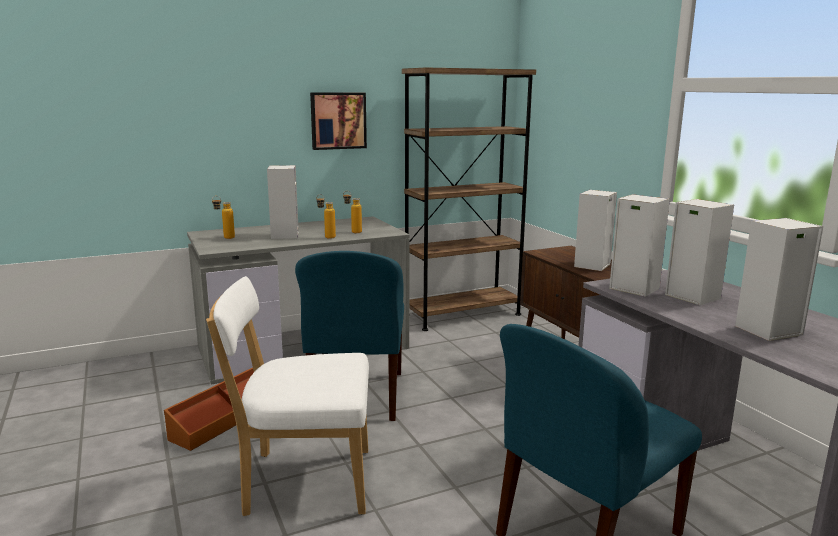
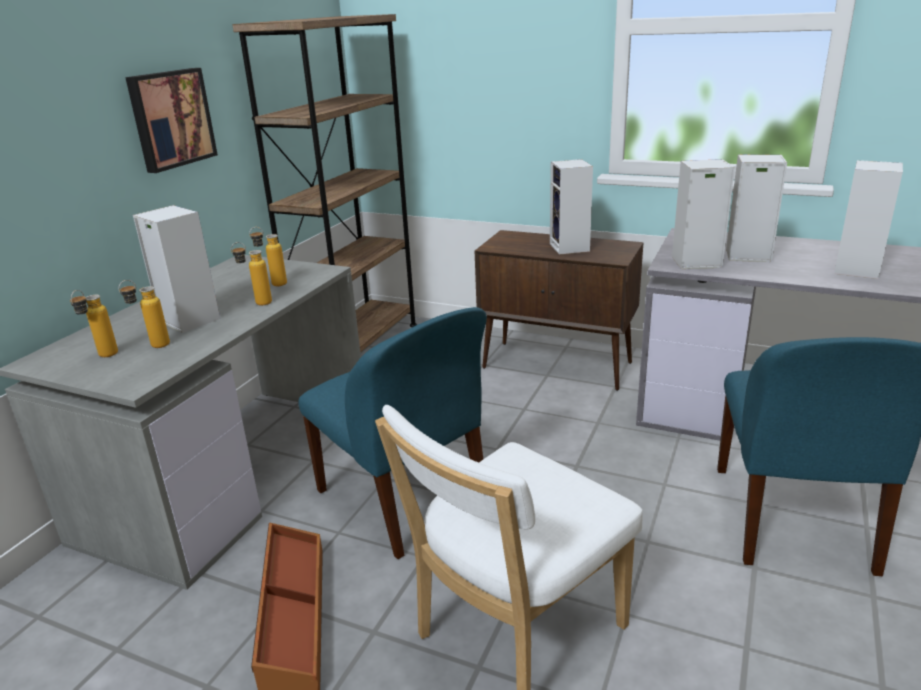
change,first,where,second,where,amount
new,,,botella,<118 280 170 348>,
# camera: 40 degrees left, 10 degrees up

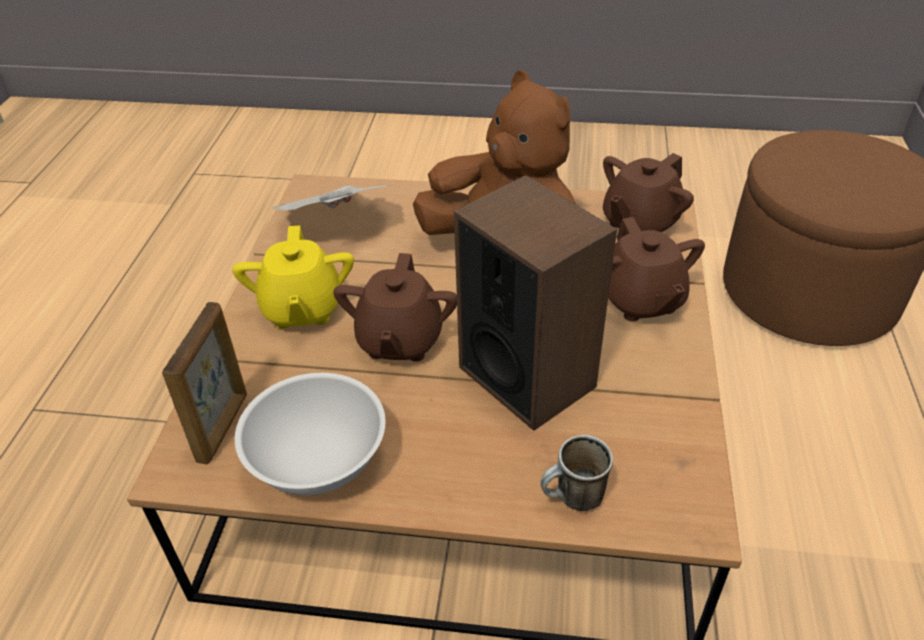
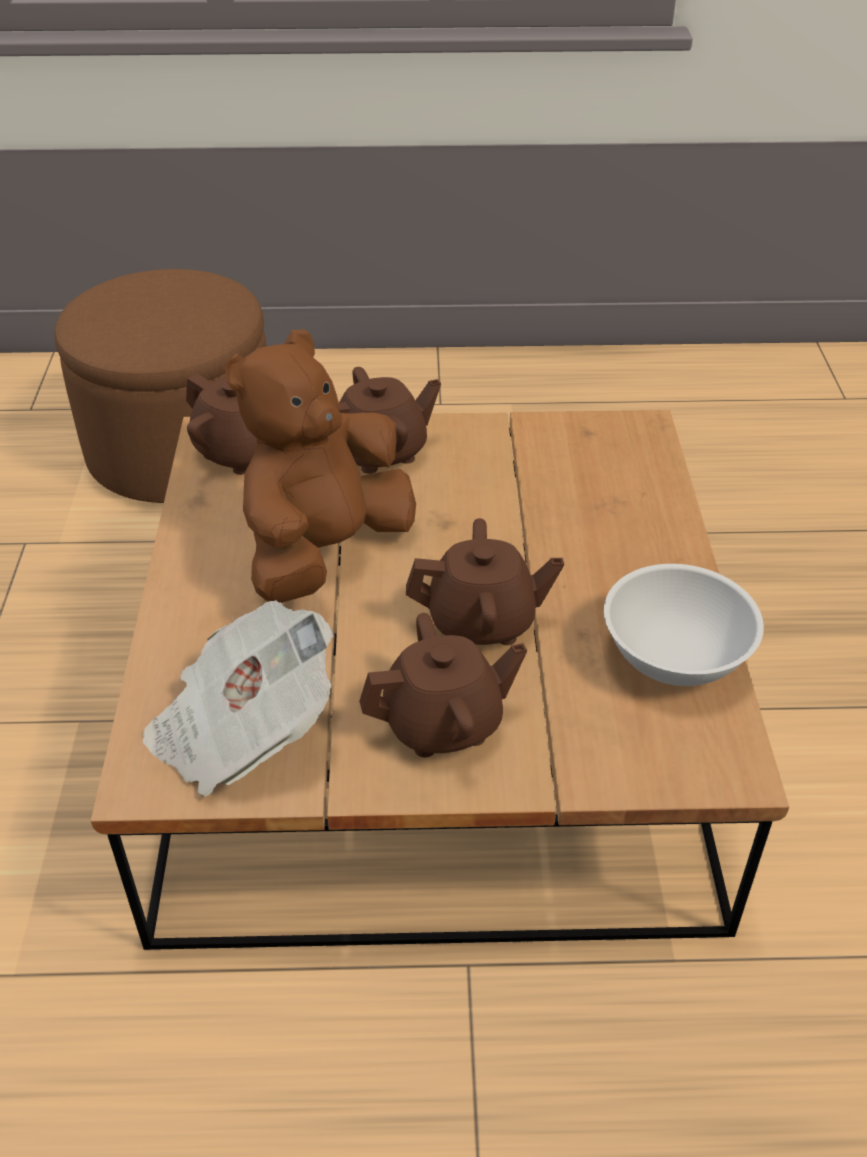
change,first,where,second,where,amount
gone,portarretratos,<162 302 247 465>,,,
gone,altavoz,<454 175 617 431>,,,
gone,taza grande,<540 435 613 511>,,,
repainted,tetera/amarillo,<232 225 354 329>,tetera/marrón,<359 613 527 758>,
# camera: 100 degrees left, 0 degrees up

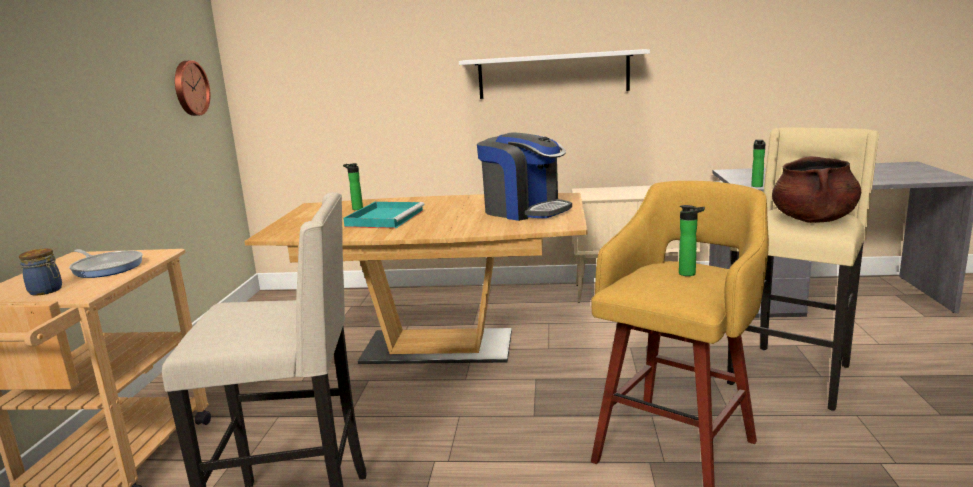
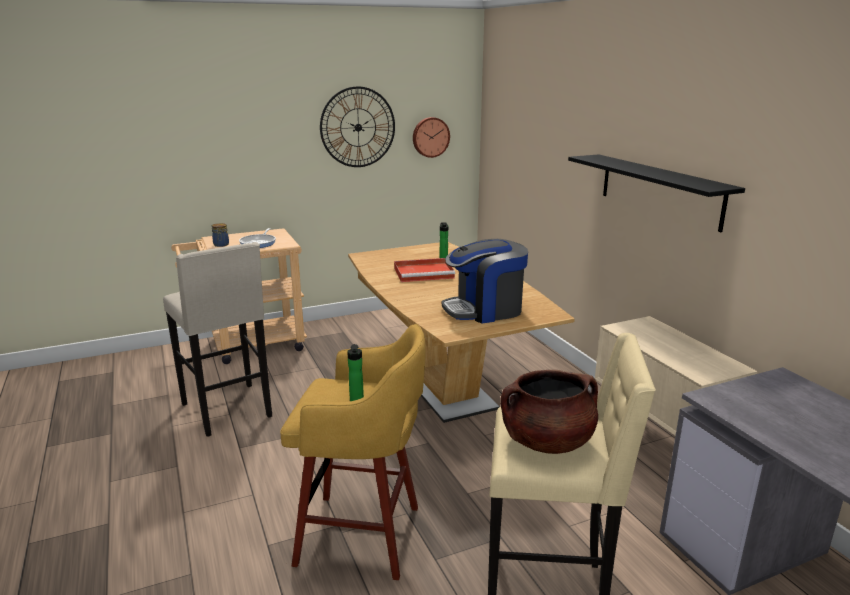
change,first,where,second,where,amount
gone,botella,<751 140 765 187>,,,
new,,,reloj de pared,<320 86 395 167>,
repainted,bandeja/turquesa,<343 202 424 229>,bandeja/rojo,<394 258 455 282>,
repainted,estante/blanco,<459 49 650 99>,estante/negro,<568 154 745 232>,
rotated,cafetera,<477 132 572 221>,,<442 239 528 323>,60 degrees clockwise
# camera: 60 degrees right, 5 degrees up

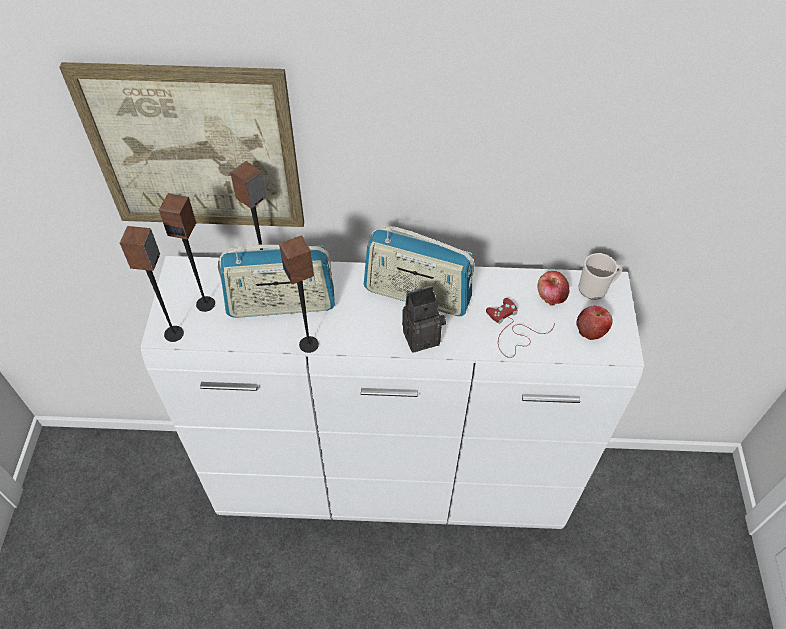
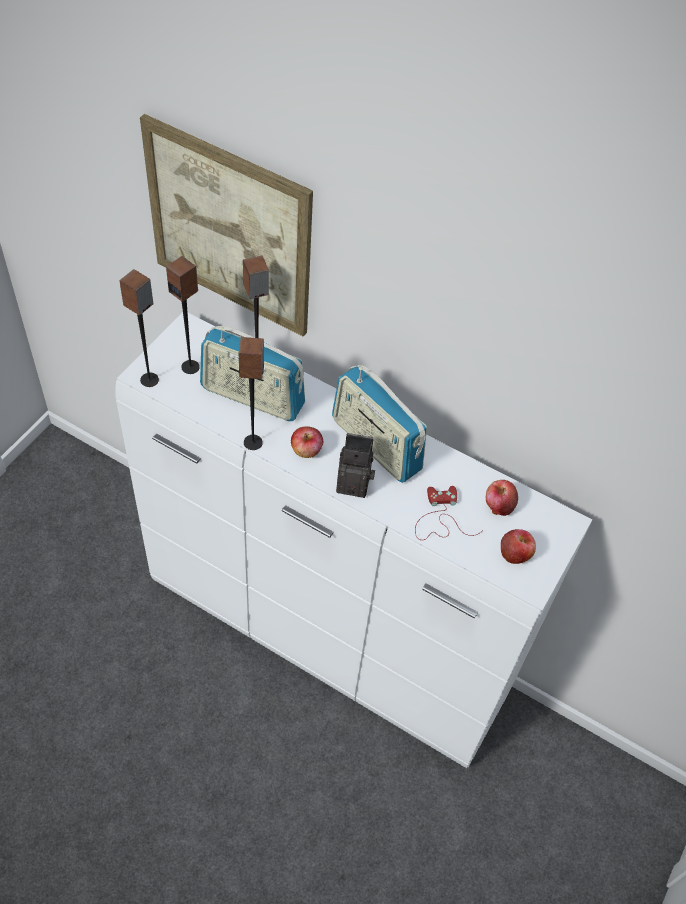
change,first,where,second,where,amount
gone,taza grande,<579 253 623 300>,,,
new,,,manzana,<291 426 323 458>,
# camera: 25 degrees right, 0 degrees up

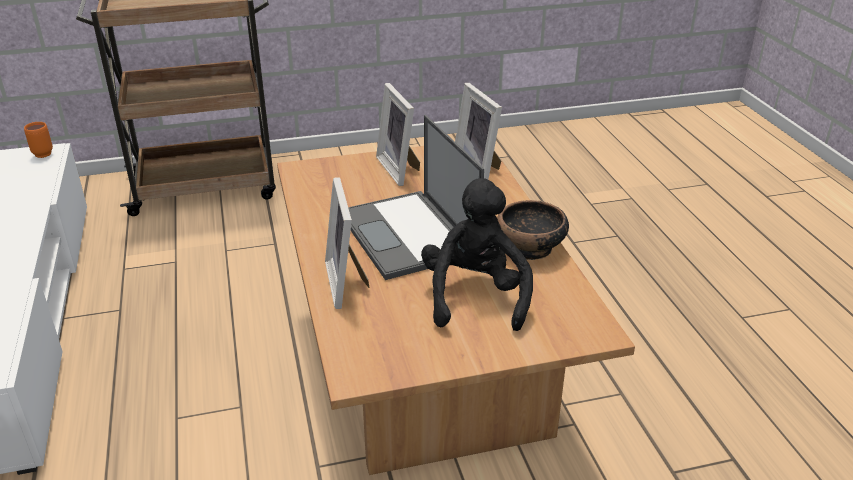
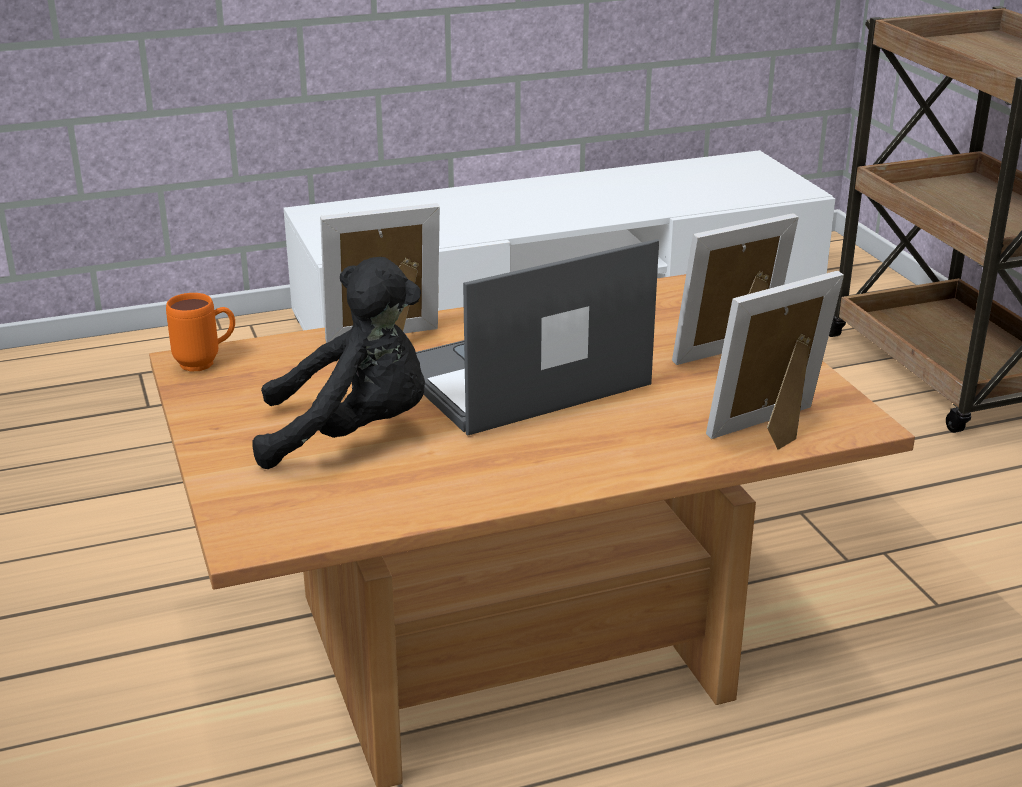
change,first,where,second,where,amount
gone,cuenco,<497 200 569 260>,,,
shifted,taza grande/naranja,<24 122 53 158>,,<166 293 235 372>,
# camera: 85 degrees right, 5 degrees down

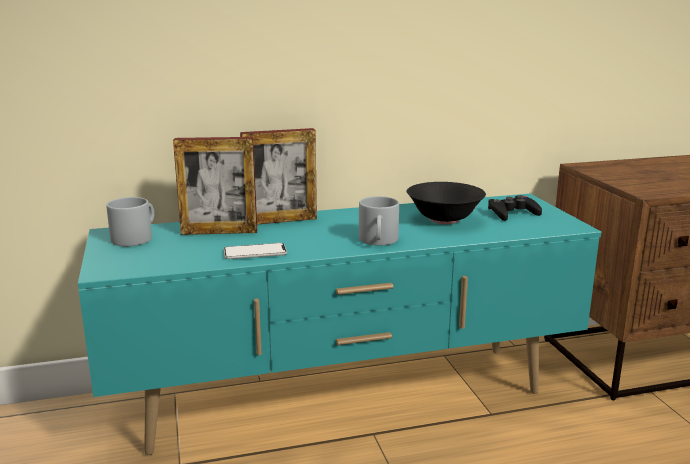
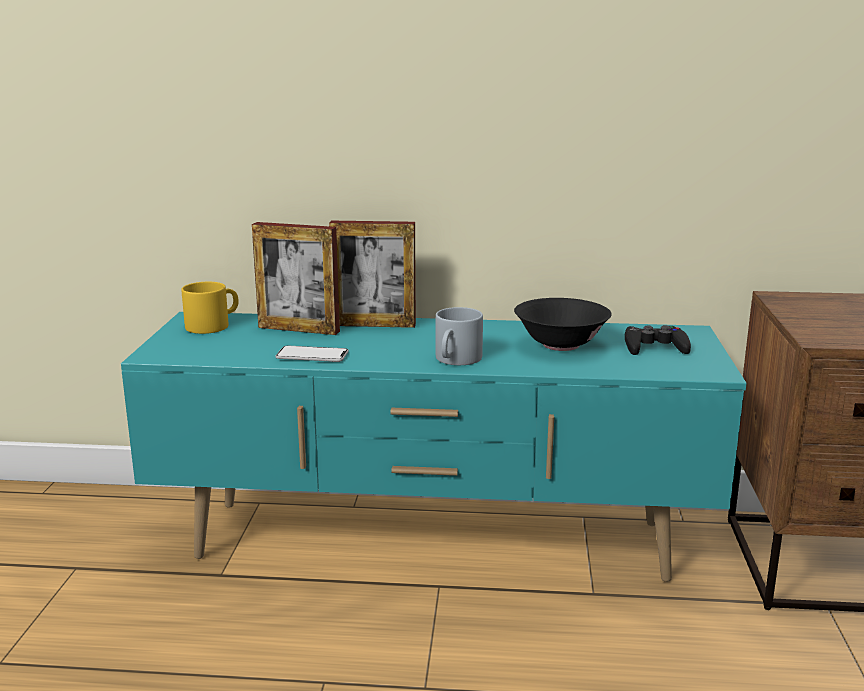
change,first,where,second,where,amount
repainted,taza grande/gris,<106 197 154 246>,taza grande/amarillo,<181 282 239 334>,
# camera: 20 degrees right, 0 degrees up

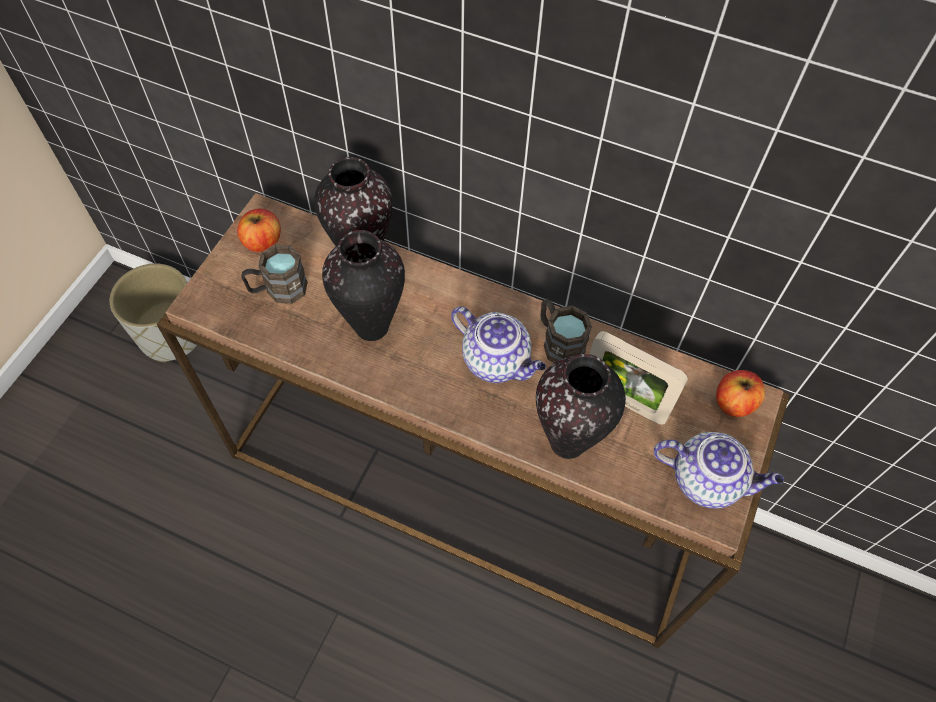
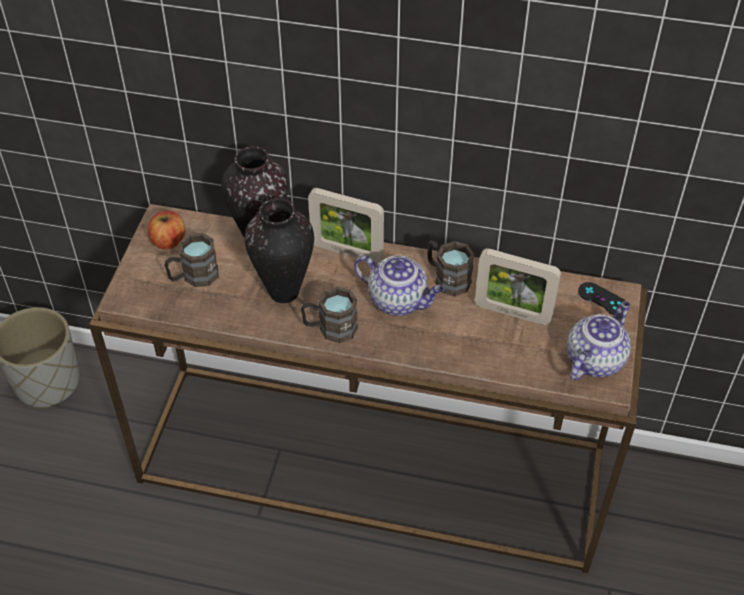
change,first,where,second,where,amount
gone,florero,<536 354 626 459>,,,
new,,,taza grande/marrón,<301 286 358 343>,
new,,,portarretratos,<308 188 384 263>,
swapped,manzana,<716 370 765 417>,mando de consola/negro,<578 282 626 315>,
rotated,tetera,<654 432 784 509>,,<567 301 631 381>,60 degrees counterclockwise
# camera: 10 degrees left, 10 degrees down

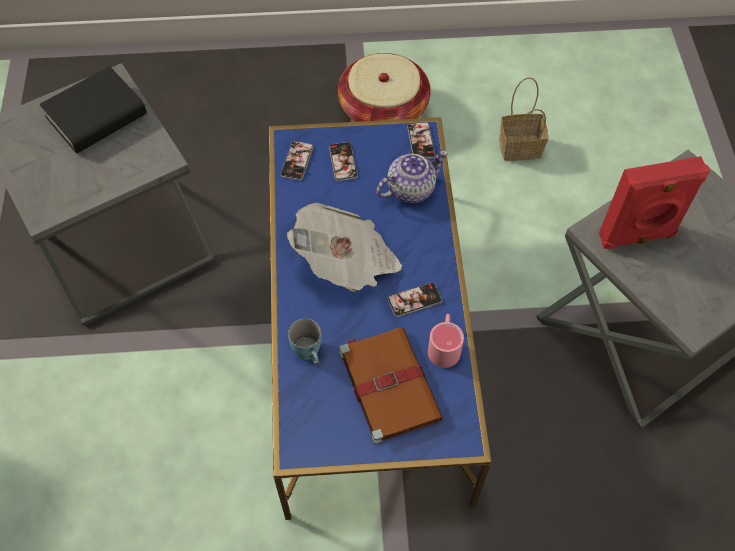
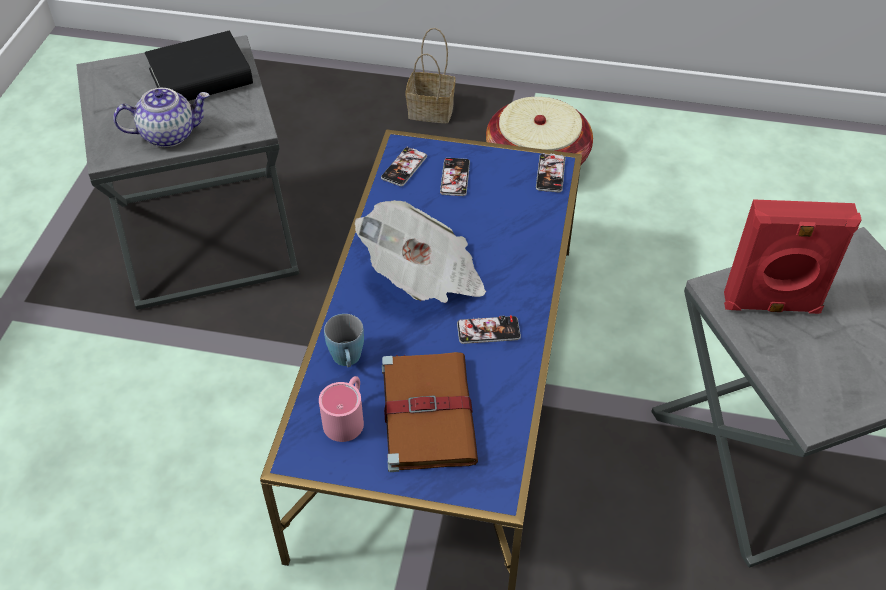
change,first,where,second,where,amount
shifted,tetera,<376 150 448 203>,,<113 88 209 147>,
shifted,taza grande/rosa,<428 314 464 368>,,<319 376 364 442>,
shifted,cesta,<499 77 549 161>,,<406 28 455 123>,
# camera: 15 degrees right, 10 degrees down

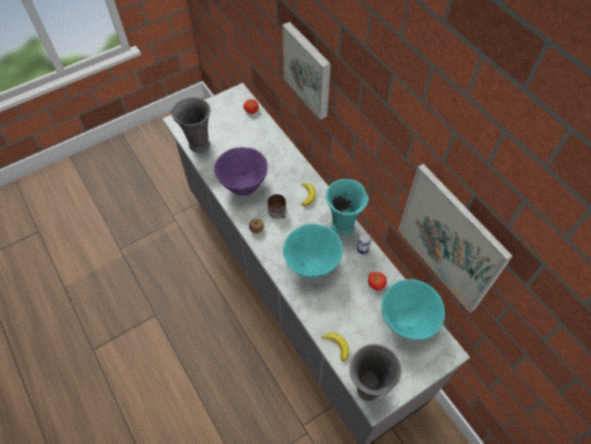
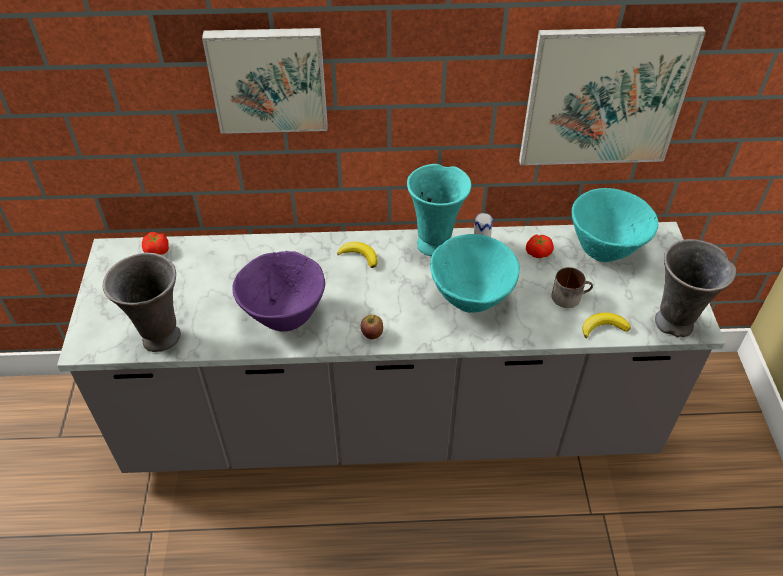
change,first,where,second,where,amount
shifted,taza grande,<267 194 286 219>,,<551 267 593 308>,
# camera: 60 degrees left, 10 degrees down

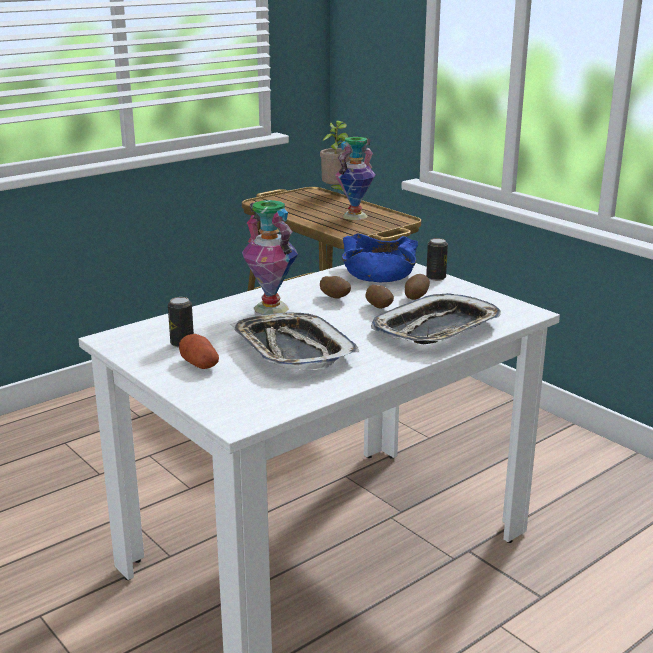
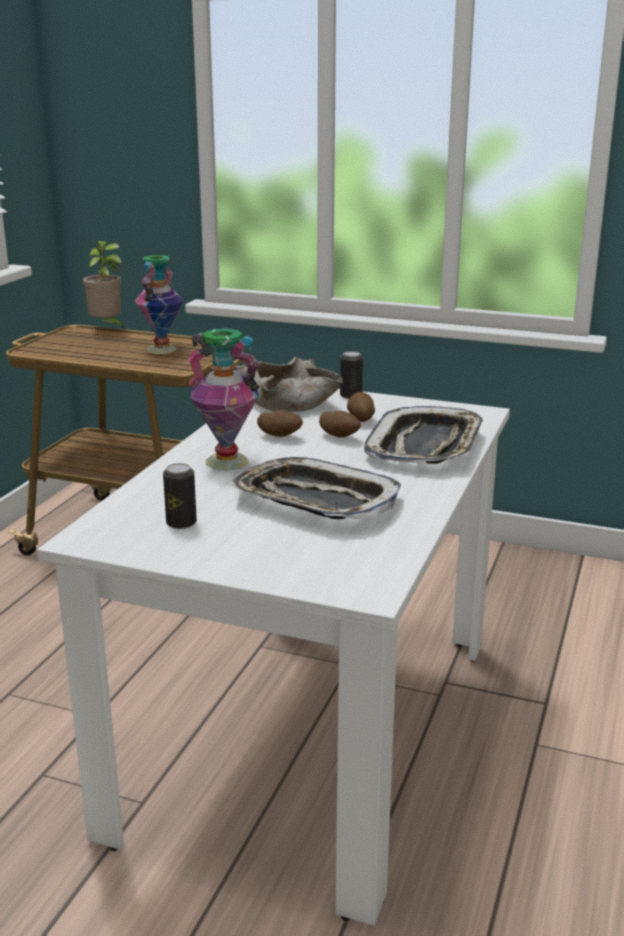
change,first,where,second,where,amount
gone,patata,<179 334 219 369>,,,
repainted,cuenco/azul,<342 233 418 282>,cuenco/beis,<234 357 343 412>,
# camera: 30 degrees left, 0 degrees up

